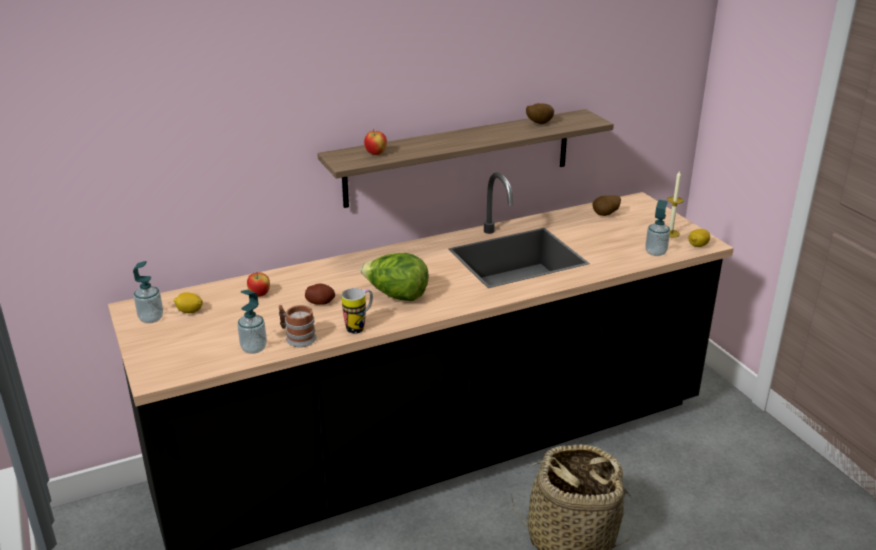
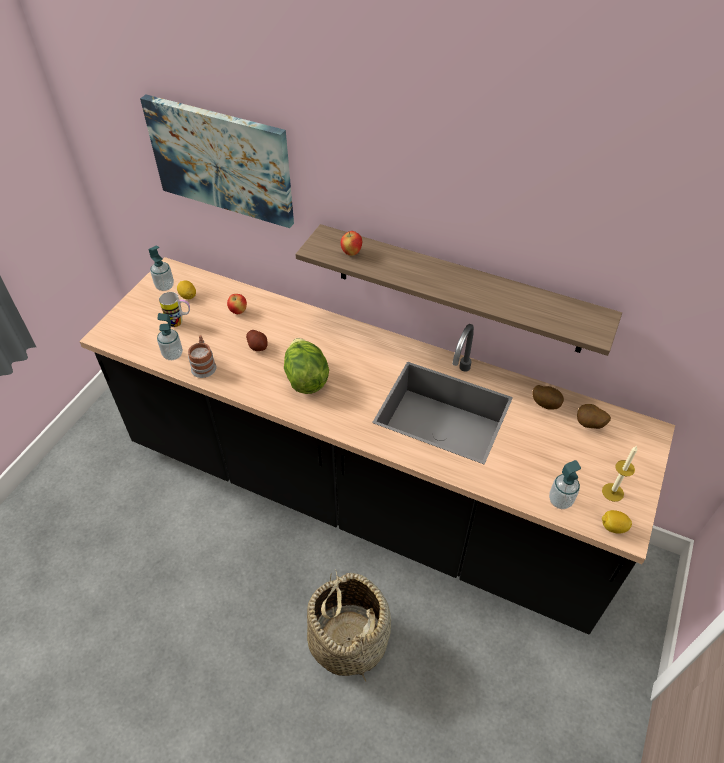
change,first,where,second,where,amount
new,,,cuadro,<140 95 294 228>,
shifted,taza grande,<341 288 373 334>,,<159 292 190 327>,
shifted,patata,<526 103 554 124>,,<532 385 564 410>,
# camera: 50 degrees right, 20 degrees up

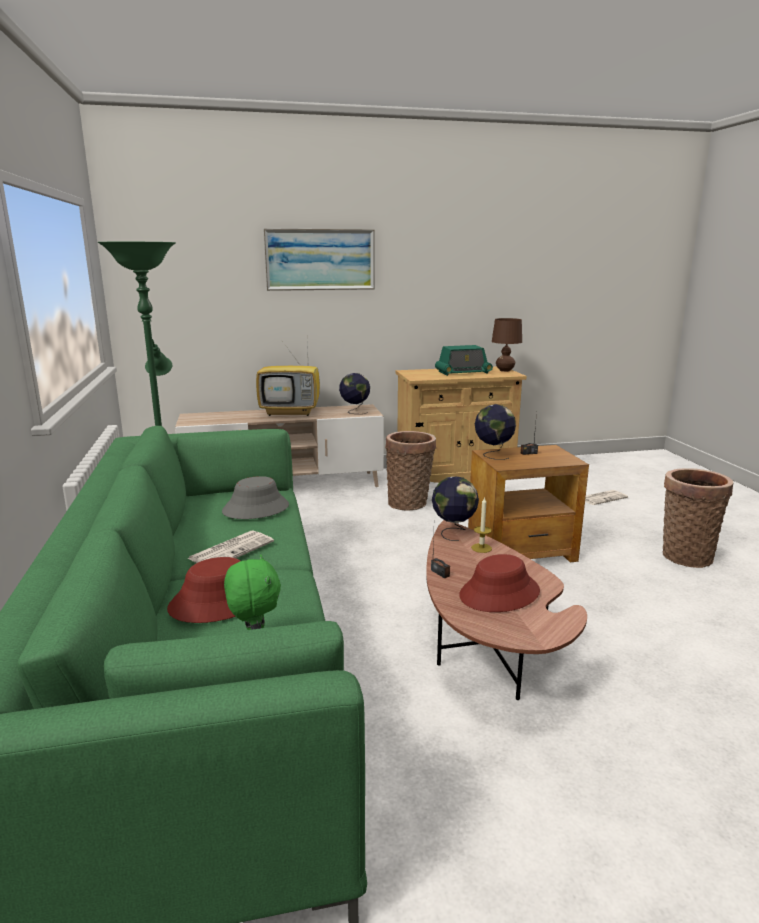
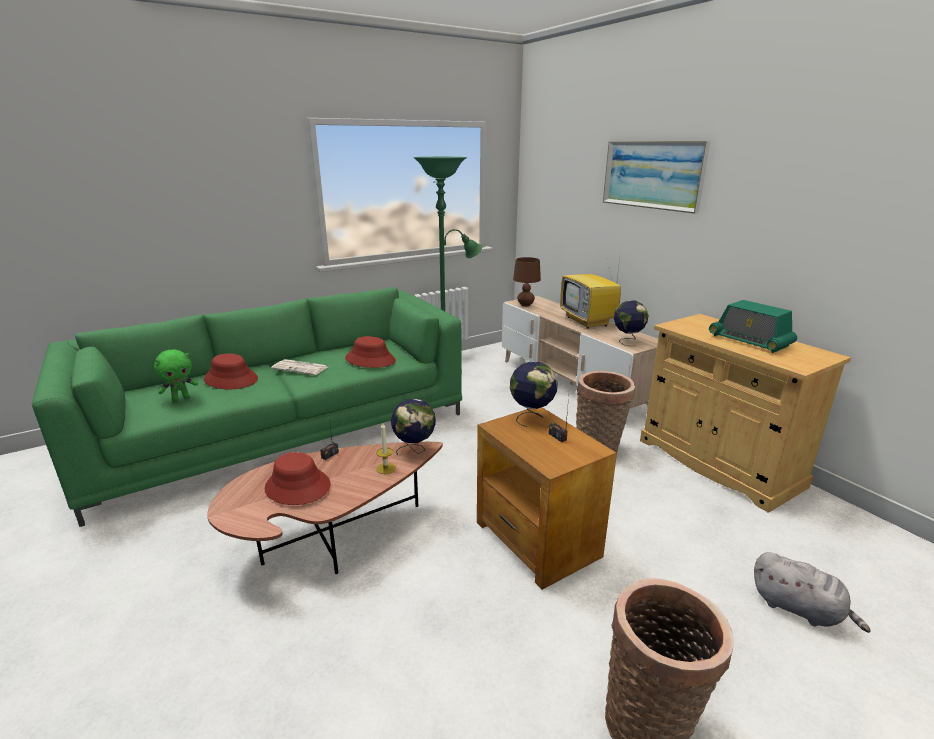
change,first,where,second,where,amount
shifted,lámpara de mesa/marrón,<492 318 522 372>,,<513 257 541 306>,
swapped,periódico,<585 490 628 505>,peluche/gris,<754 552 870 633>,
repainted,sombrero/gris,<222 476 289 519>,sombrero/rojo,<345 336 396 368>,
# camera: 70 degrees right, 5 degrees up

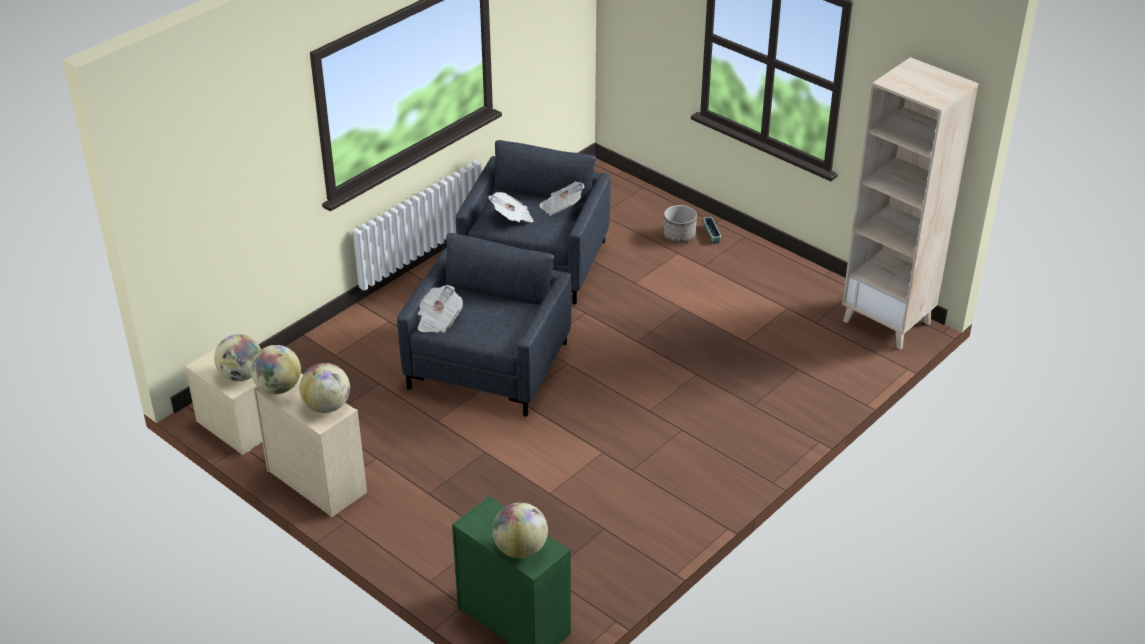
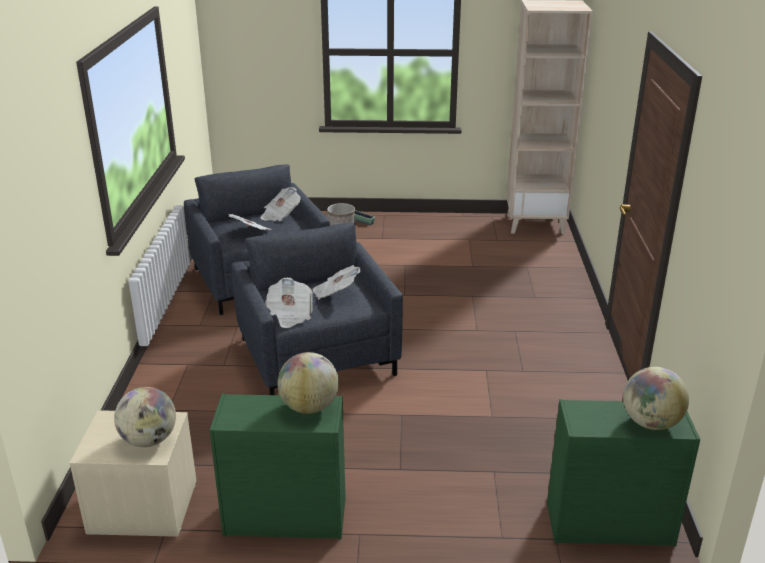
change,first,where,second,where,amount
gone,globo terráqueo,<251 345 301 394>,,,
new,,,periódico,<313 265 360 300>,
repainted,cómoda/beis,<253 373 367 518>,cómoda/verde,<210 393 346 540>,
# camera: 40 degrees left, 10 degrees down

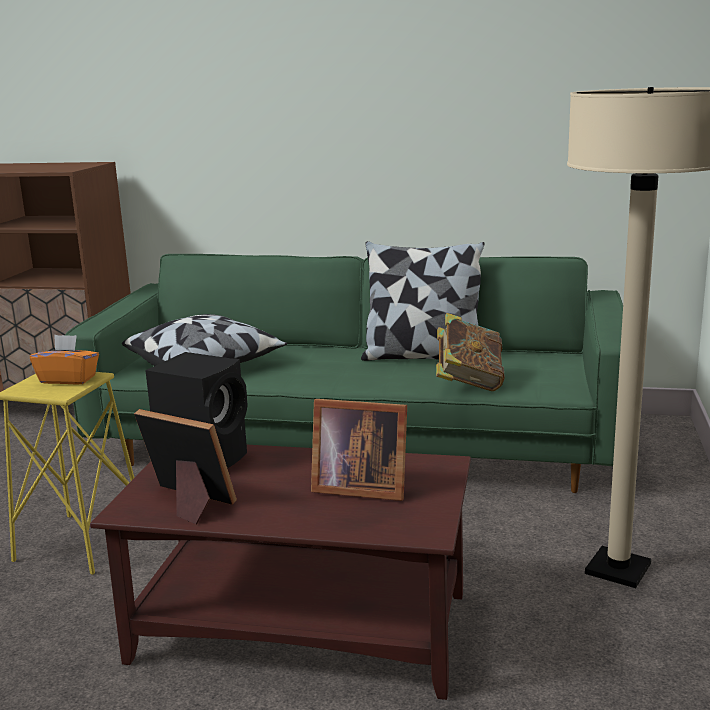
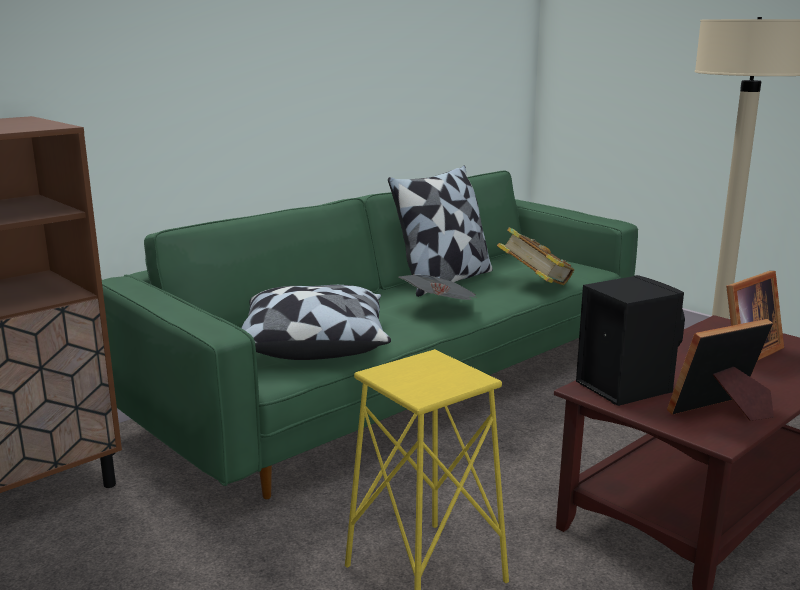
change,first,where,second,where,amount
gone,caja de pañuelos/naranja,<30 335 99 385>,,,
new,,,periódico,<398 275 476 300>,
# camera: 55 degrees left, 0 degrees up

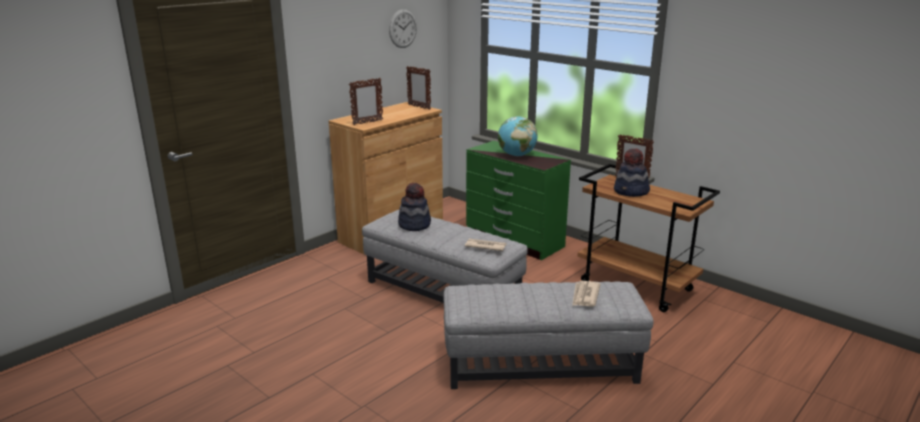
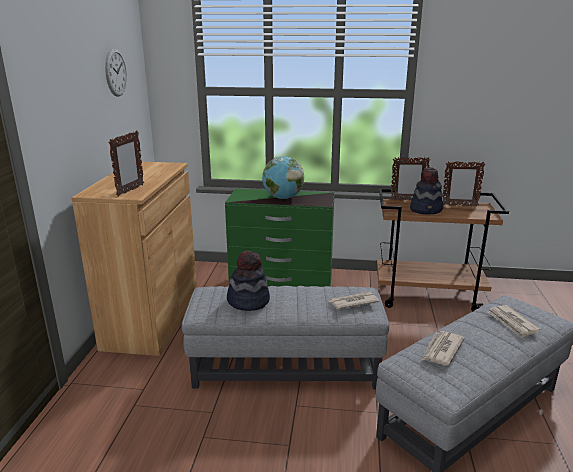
change,first,where,second,where,amount
new,,,periódico,<422 331 465 365>,
shifted,portarretratos,<406 66 431 110>,,<442 161 485 207>,
# camera: 35 degrees left, 0 degrees up

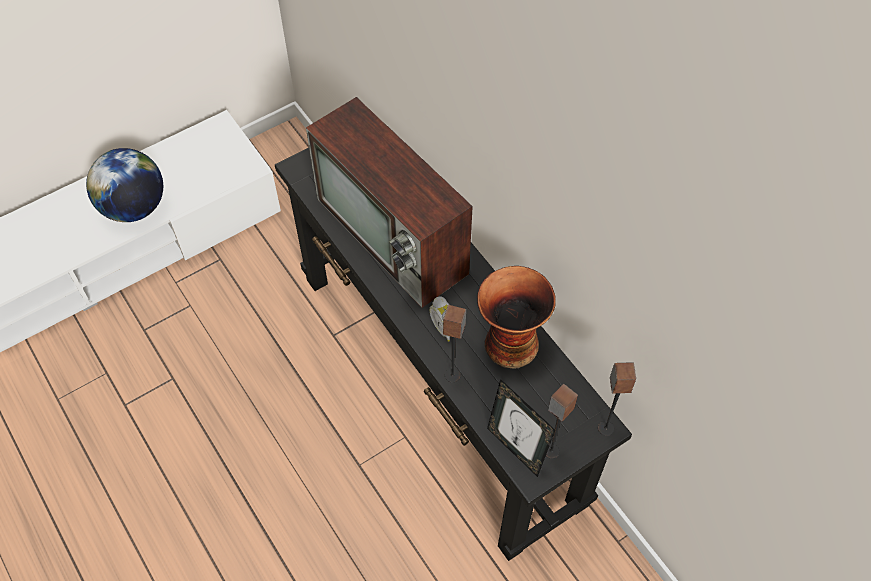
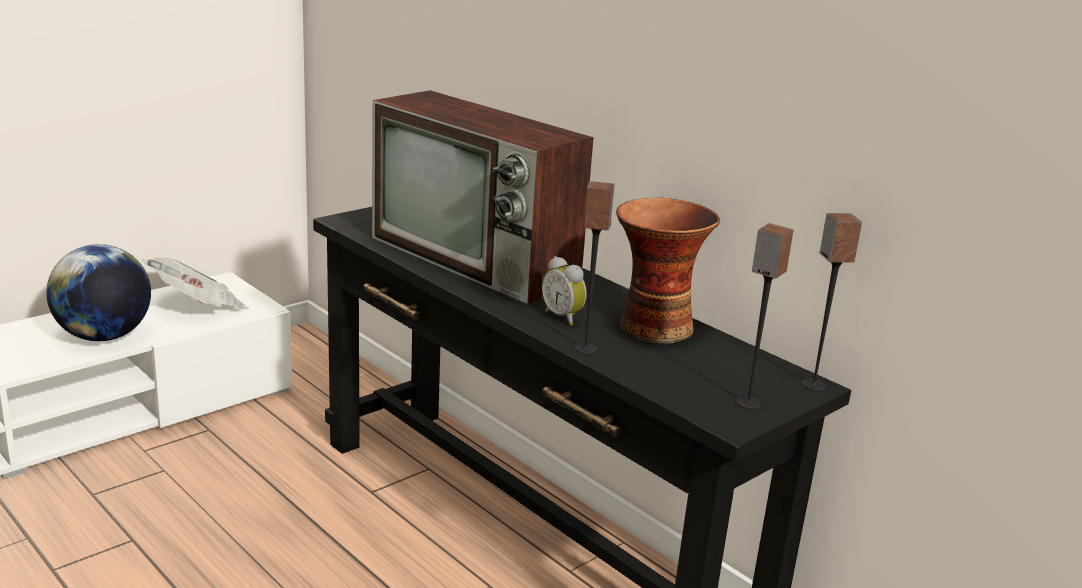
change,first,where,second,where,amount
gone,portarretratos,<487 379 555 477>,,,
new,,,periódico,<142 258 248 309>,
# camera: 10 degrees left, 35 degrees down

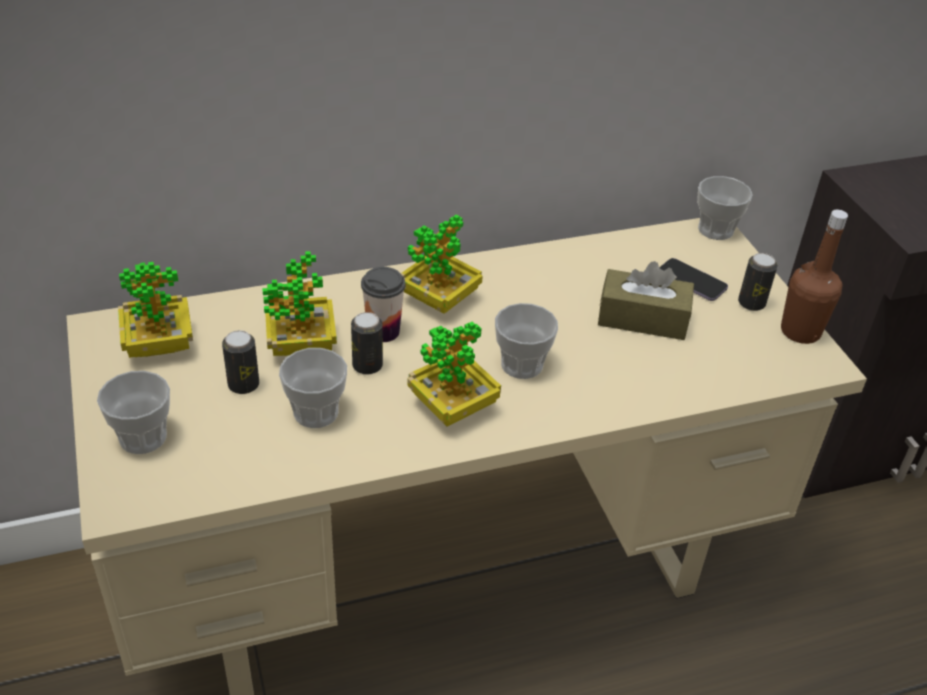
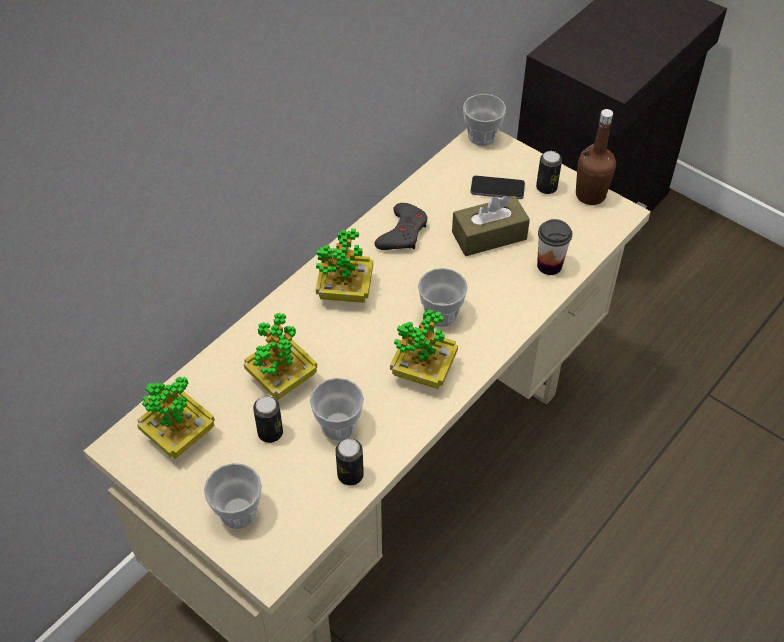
change,first,where,second,where,amount
new,,,mando de consola/gris,<375 203 427 250>,
shifted,lata,<351 312 383 375>,,<336 438 364 486>,
shifted,taza,<361 267 405 342>,,<537 219 572 275>,
# camera: 30 degrees left, 10 degrees up

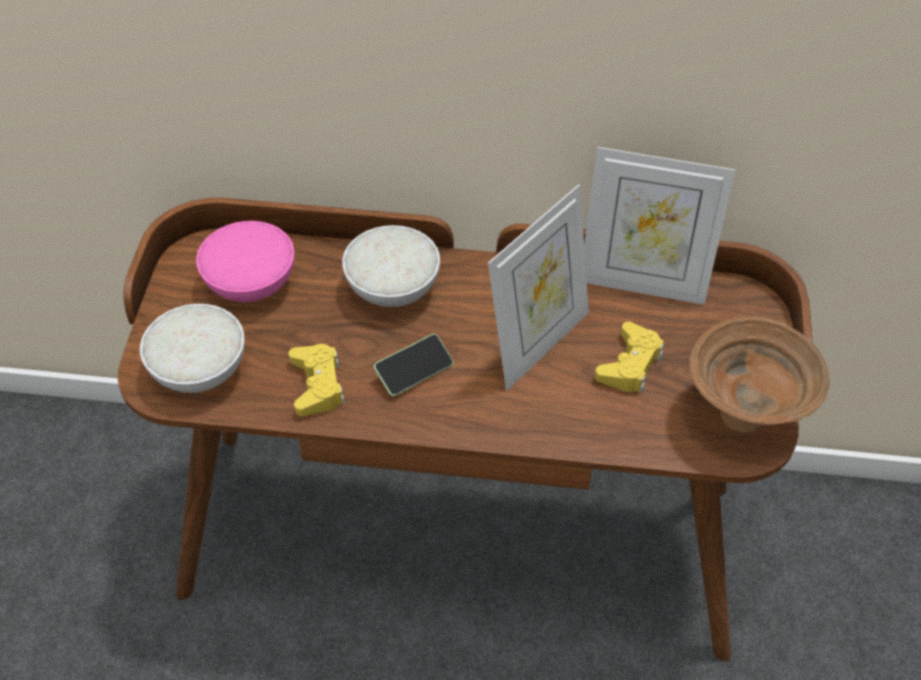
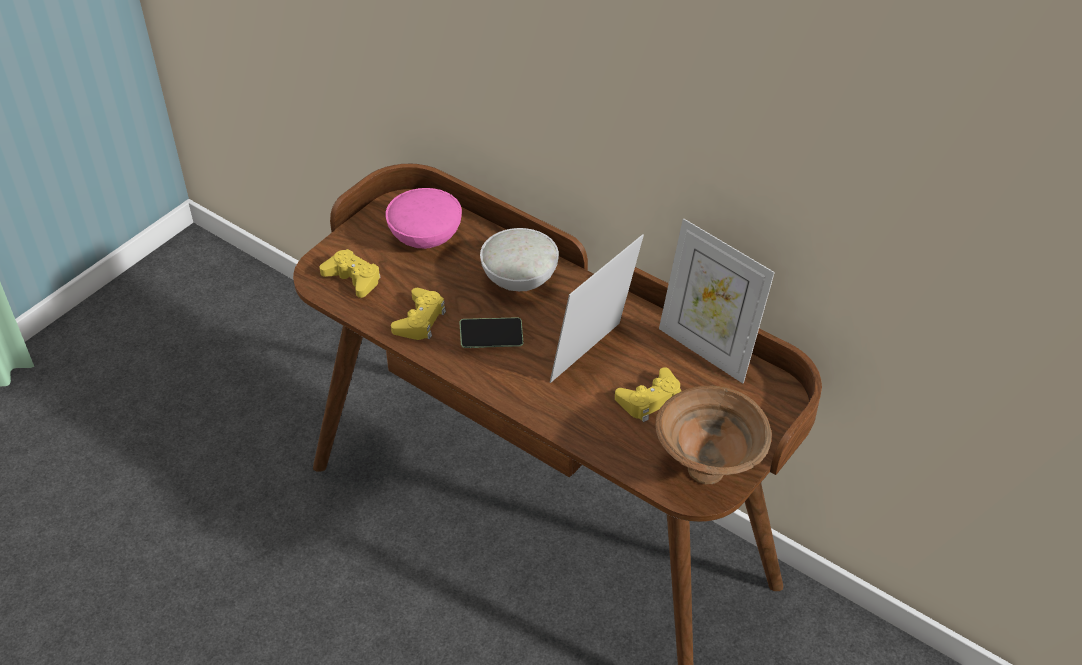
change,first,where,second,where,amount
swapped,cuenco/blanco,<140 304 245 393>,mando de consola/amarillo,<319 249 381 298>,
rotated,portarretratos,<488 184 589 391>,,<550 234 644 383>,150 degrees clockwise
# camera: 30 degrees right, 5 degrees down

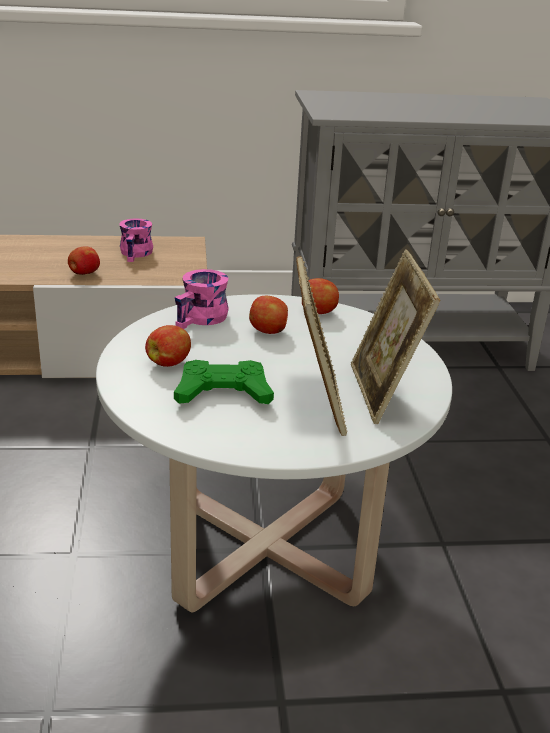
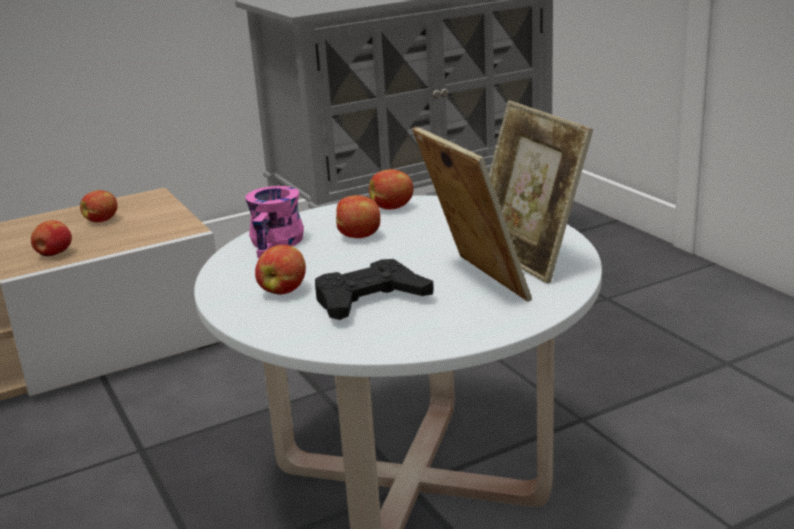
change,first,where,second,where,amount
swapped,taza grande/rosa,<119 219 153 262>,manzana,<80 190 117 222>,
repainted,mando de consola/verde,<174 360 274 404>,mando de consola/negro,<315 259 434 320>,
# camera: 20 degrees left, 5 degrees down

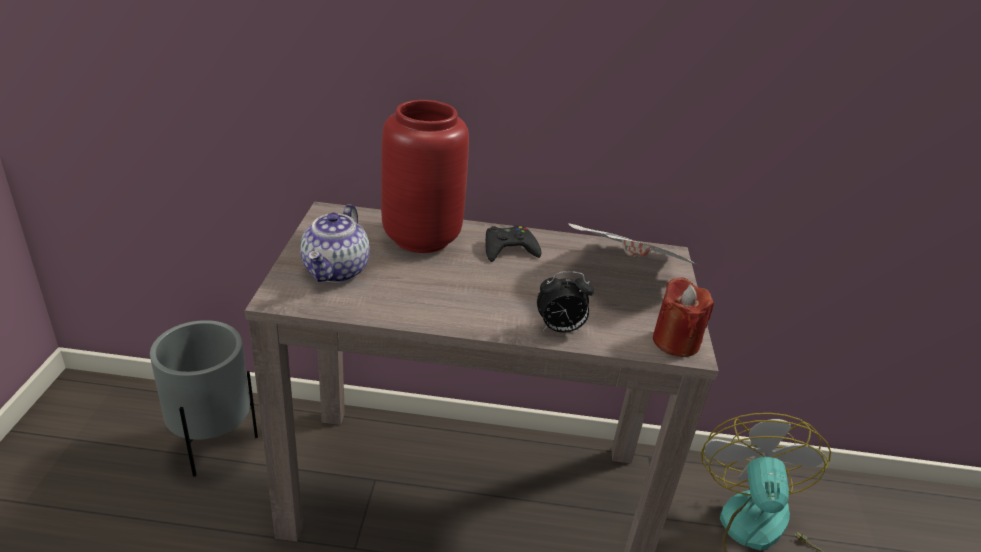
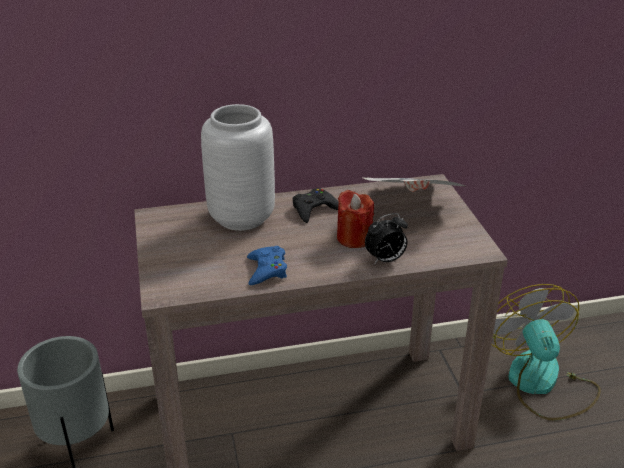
change,first,where,second,where,amount
gone,tetera,<300 204 369 283>,,,
new,,,mando de consola/azul,<247 246 287 285>,
shifted,vela/rojo,<653 277 714 357>,,<337 190 374 248>,
repainted,florero/rojo,<381 100 469 253>,florero/gris,<201 104 275 231>,
# camera: 15 degrees left, 0 degrees up

